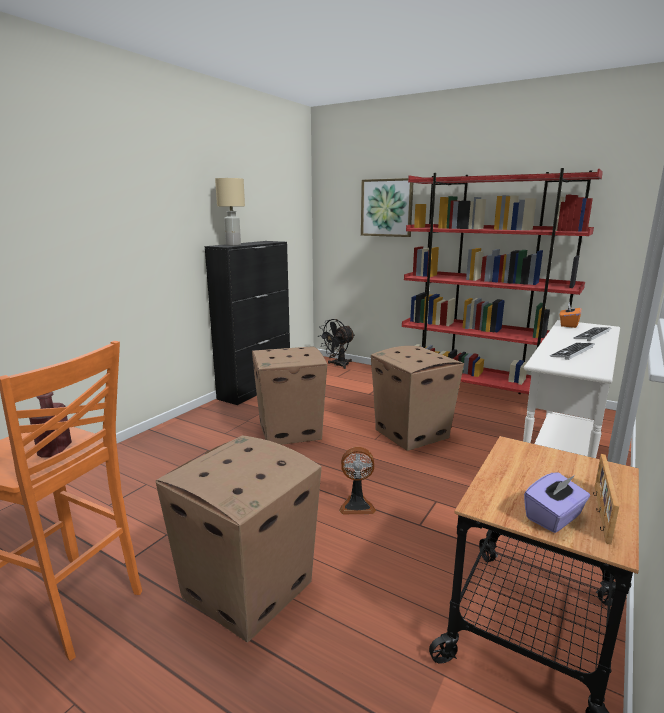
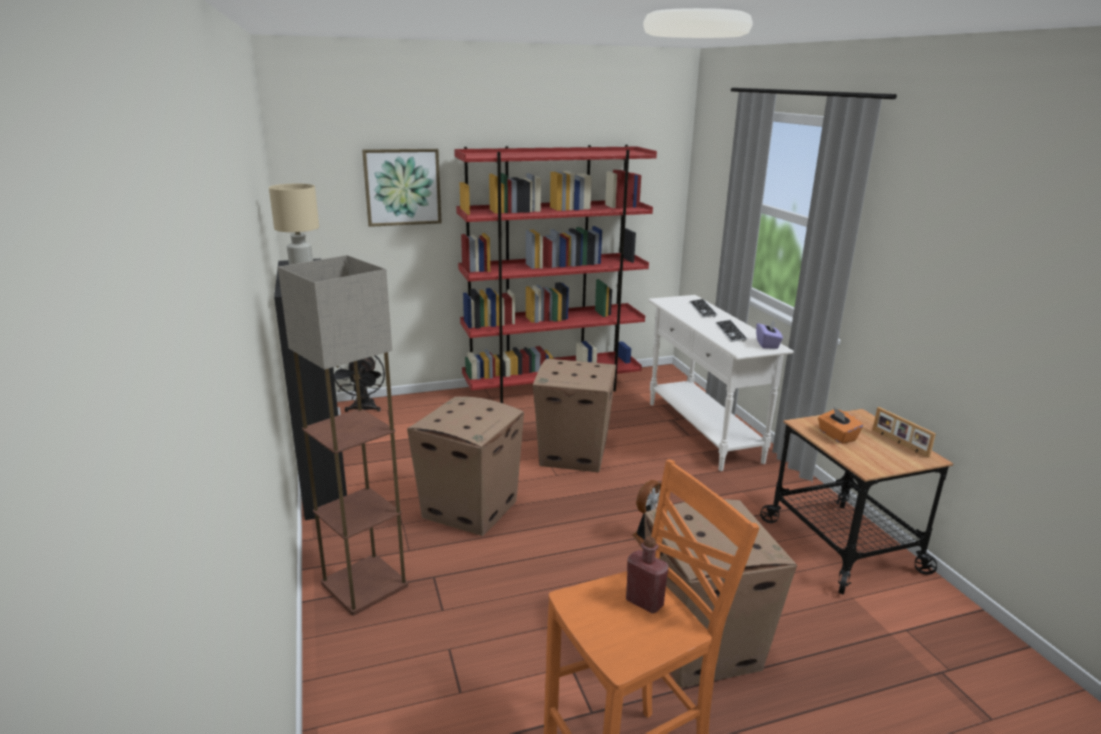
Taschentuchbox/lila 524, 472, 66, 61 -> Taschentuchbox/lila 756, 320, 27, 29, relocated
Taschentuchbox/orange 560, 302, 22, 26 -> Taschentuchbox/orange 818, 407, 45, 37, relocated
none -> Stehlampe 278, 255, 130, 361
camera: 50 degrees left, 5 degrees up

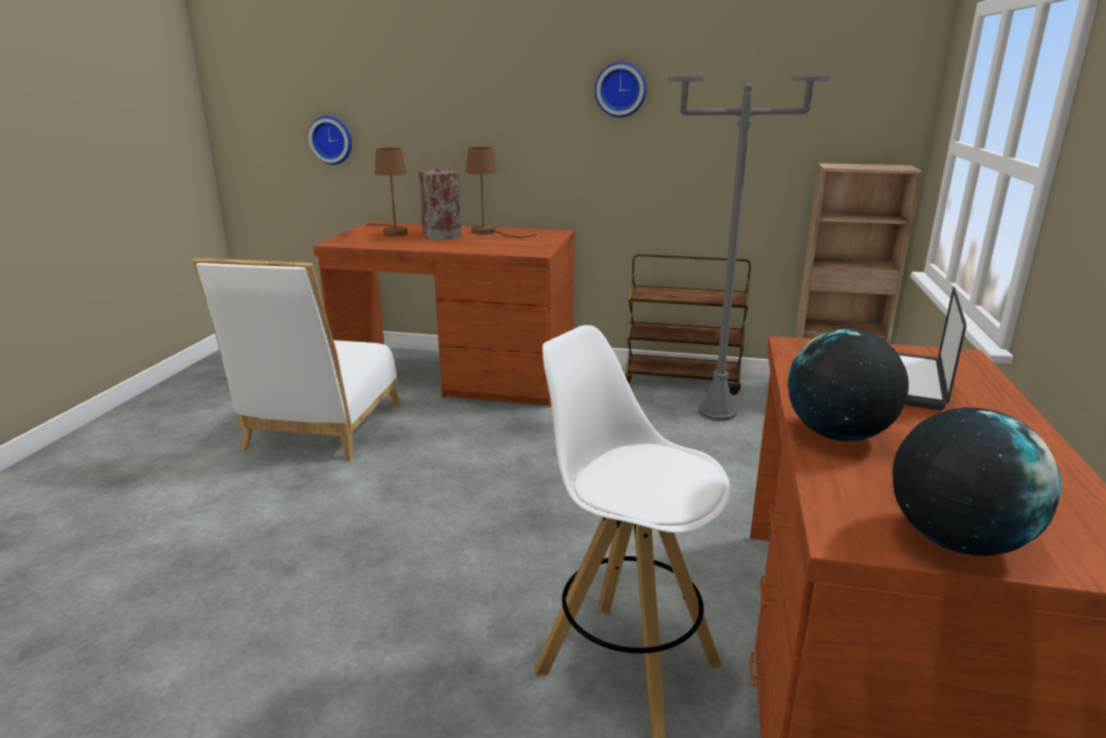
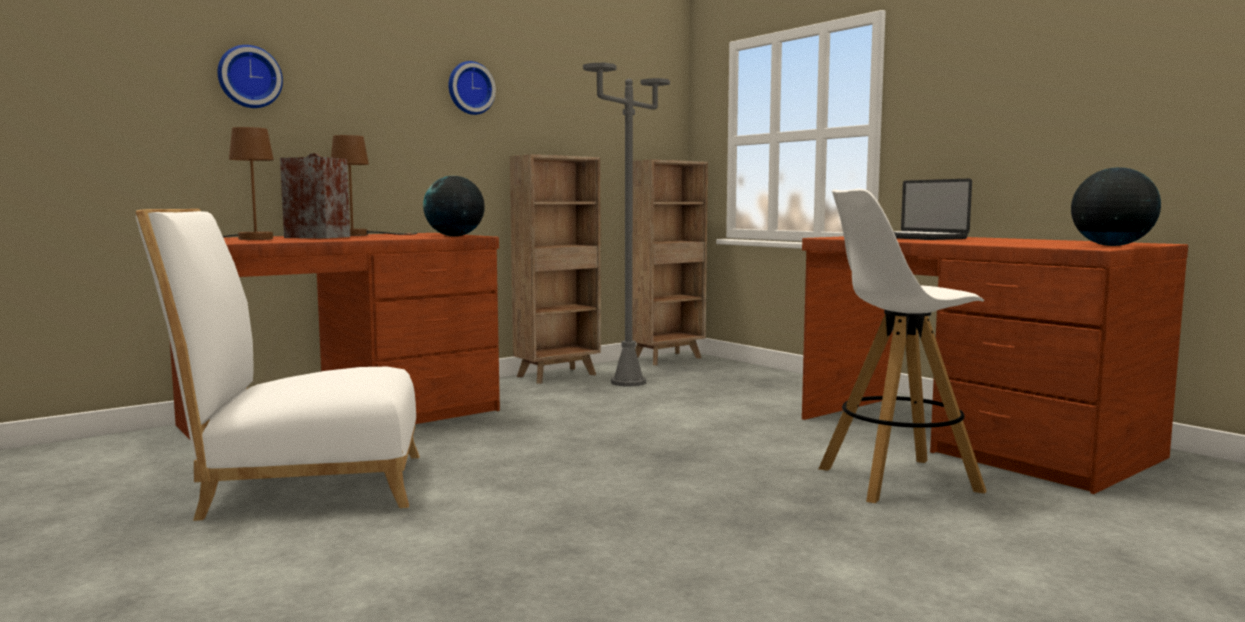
Stuhl/weiß 192, 258, 210, 203 -> Stuhl/weiß 136, 209, 284, 312, 120 degrees clockwise
Wanduhr 309, 116, 43, 49 -> Wanduhr 217, 45, 66, 63, relocated
Rollwagen/braun 625, 254, 126, 141 -> Bücherregal/braun 510, 154, 91, 230
Globus 788, 329, 121, 112 -> Globus 423, 176, 62, 60, relocated
camera: 50 degrees left, 15 degrees down

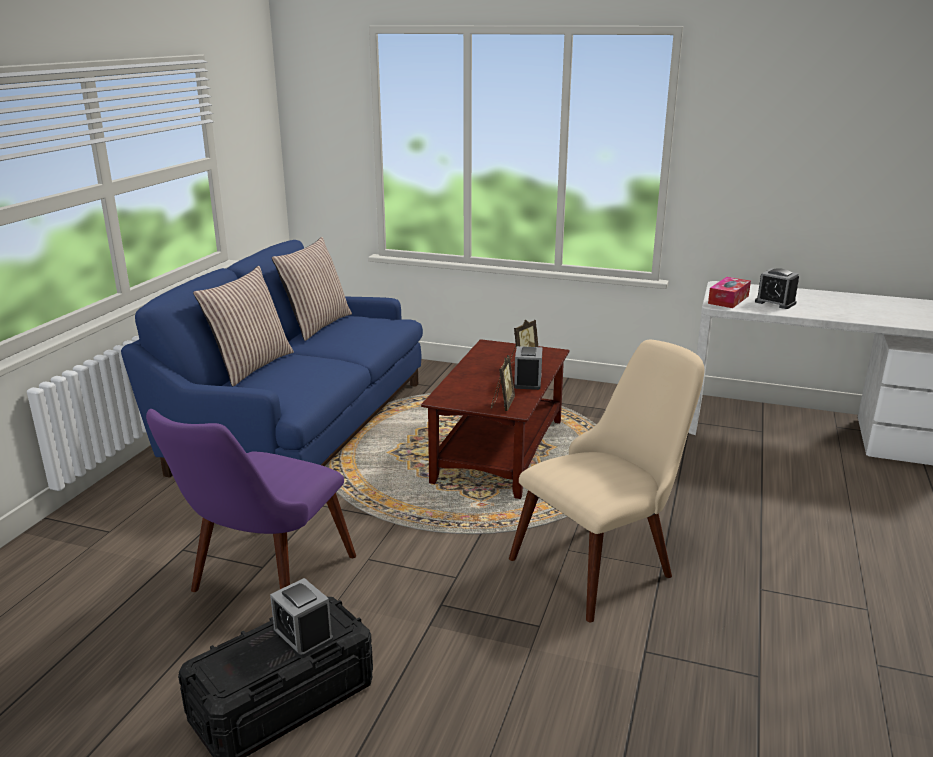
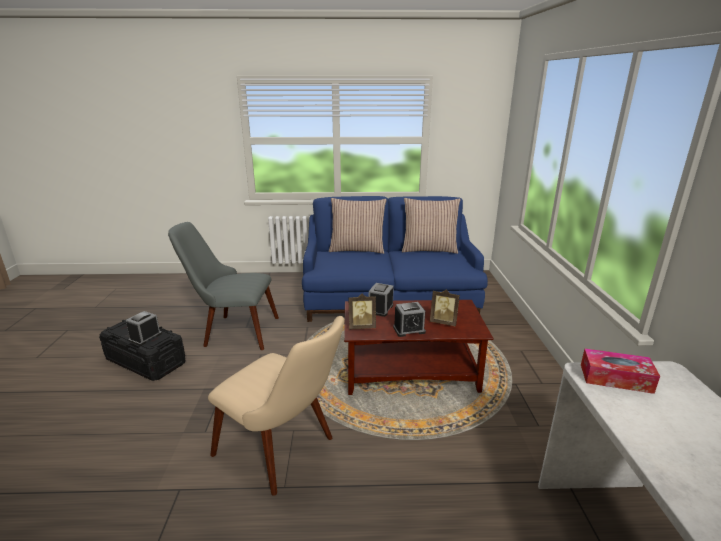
Stuhl/lila 146, 409, 210, 183 -> Stuhl/grau 168, 222, 111, 128
Wecker 755, 268, 44, 41 -> Wecker 369, 283, 25, 34, relocated
camera: 70 degrees right, 0 degrees up

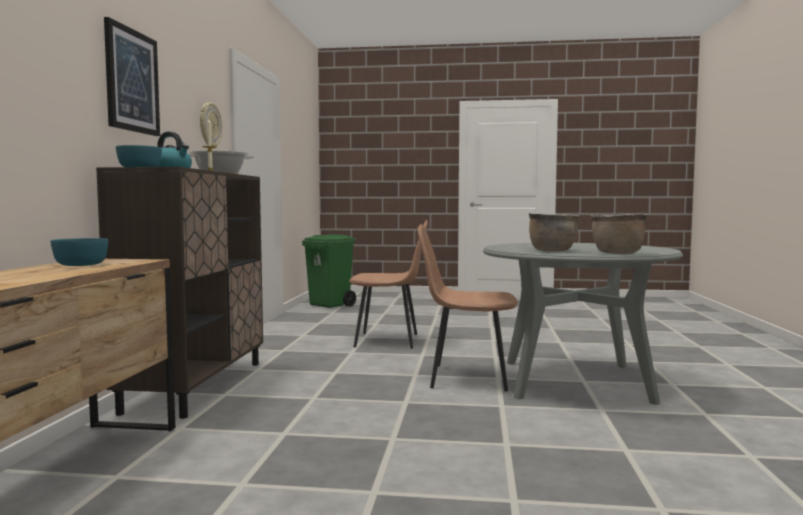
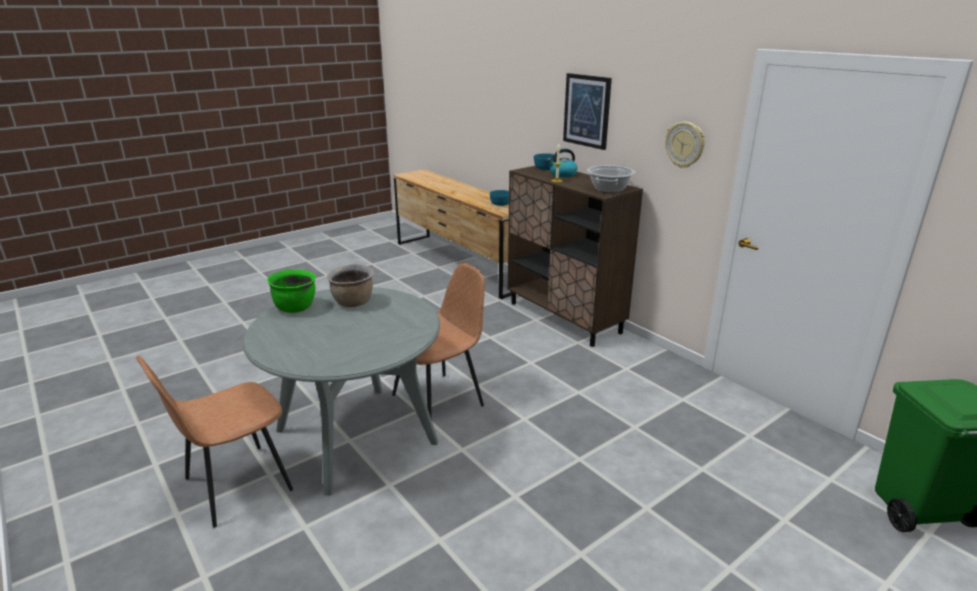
Stuhl/braun 349, 220, 79, 129 -> Stuhl/braun 136, 355, 157, 173, relocated
Kochtopf/braun 590, 214, 57, 40 -> Kochtopf/grün 267, 270, 49, 43
camera: 135 degrees right, 20 degrees up

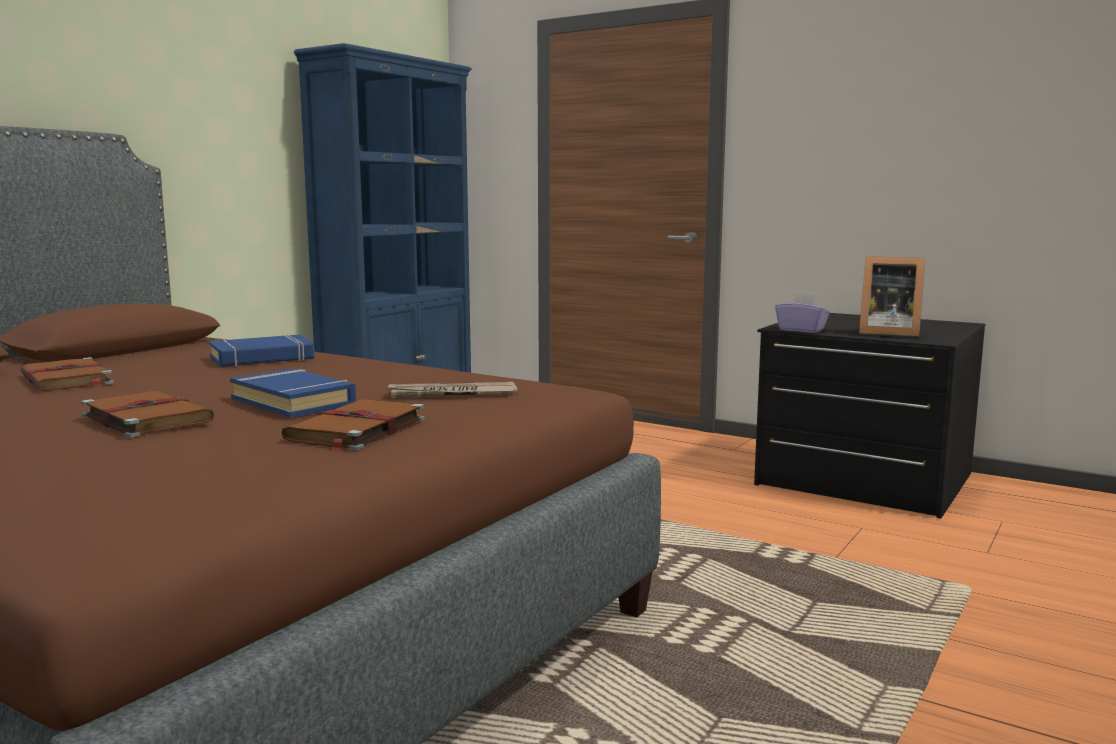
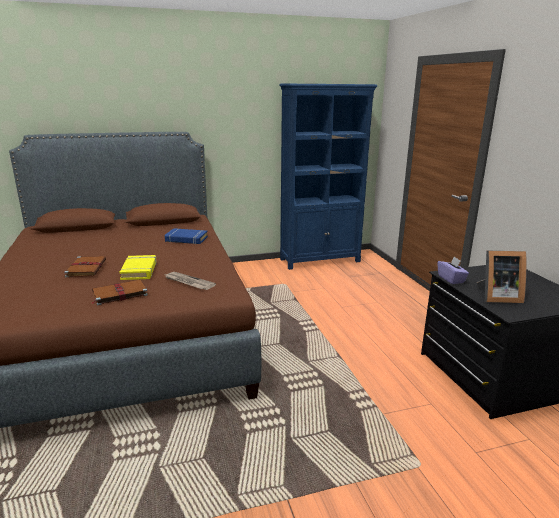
Buch/braun 21, 357, 93, 34 -> none
Buch/blau 230, 369, 126, 49 -> Buch/gelb 119, 255, 38, 25
Bilderrahmen 859, 256, 66, 82 -> Bilderrahmen 477, 250, 49, 53, 60 degrees counterclockwise
camera: 40 degrees right, 10 degrees up

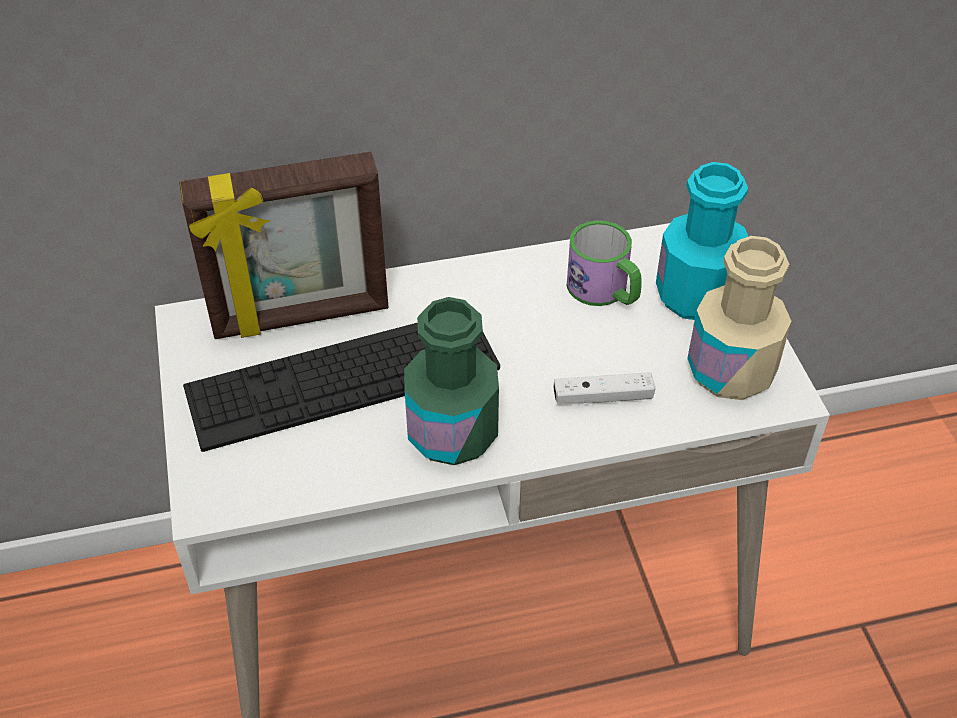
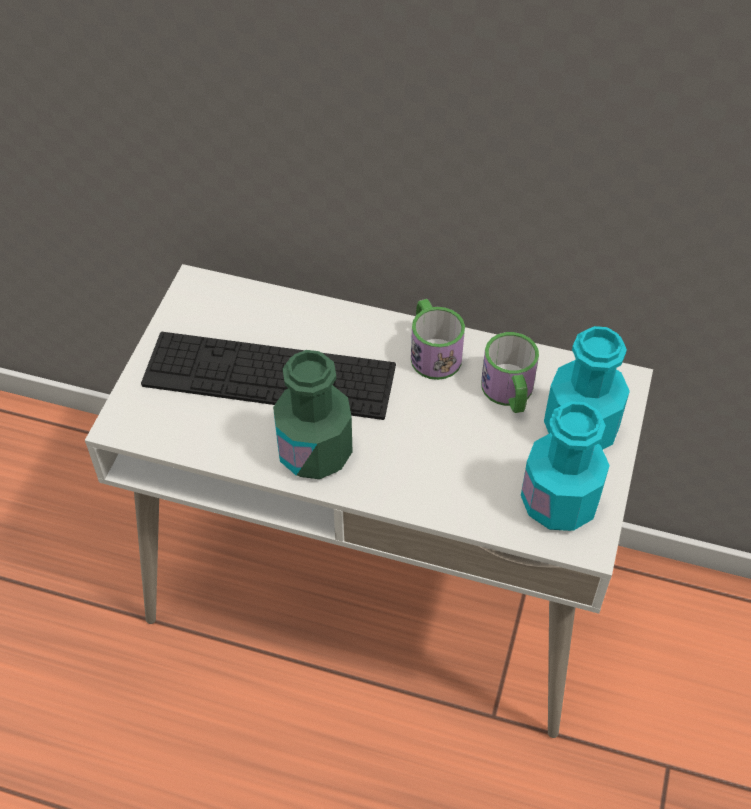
Bilderrahmen 180, 152, 208, 187 -> none
Gamepad/weiß 553, 372, 102, 32 -> none
Flasche/beige 687, 236, 104, 164 -> Flasche/türkis 521, 401, 89, 130
none -> Henkelbecher 411, 299, 54, 81
camera: 30 degrees right, 5 degrees up

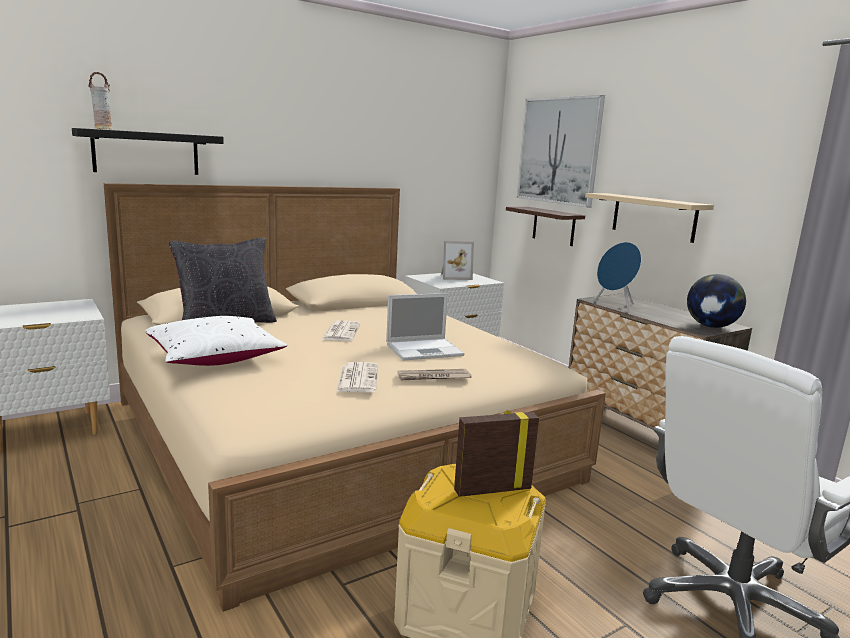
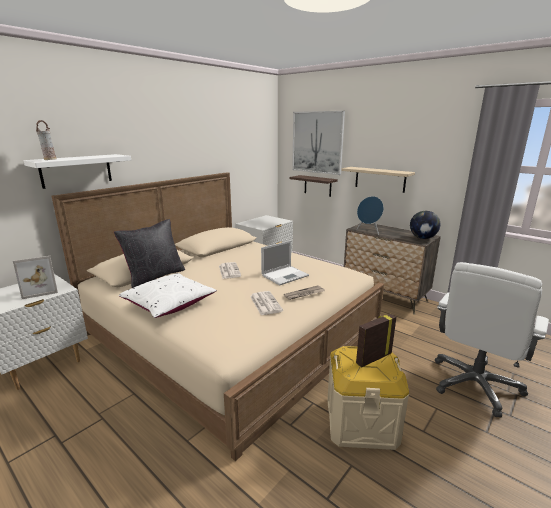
Wandregal/schwarz 72, 128, 152, 47 -> Wandregal/weiß 24, 154, 107, 35
Bilderrahmen 441, 241, 33, 39 -> Bilderrahmen 13, 256, 45, 43, relocated
camera: 15 degrees left, 5 degrees up

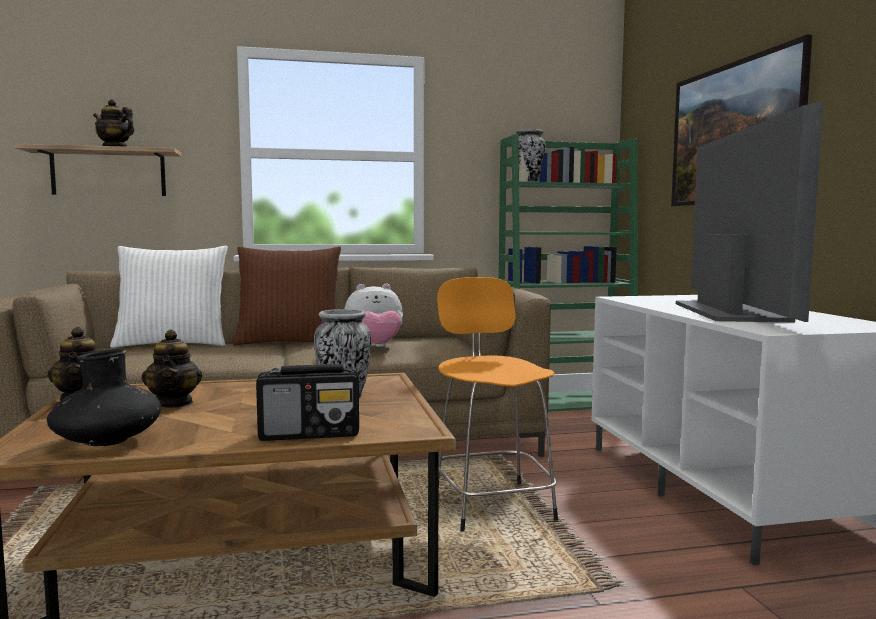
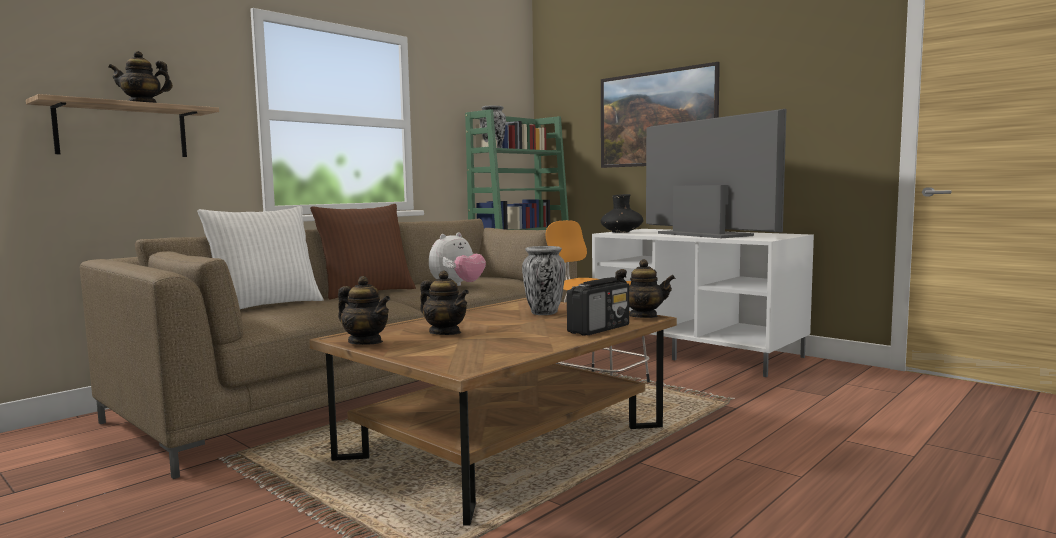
Vase/schwarz 46, 349, 115, 98 -> Vase/schwarz 601, 194, 42, 39, relocated
none -> Teekanne 615, 259, 60, 59
camera: 35 degrees left, 0 degrees up

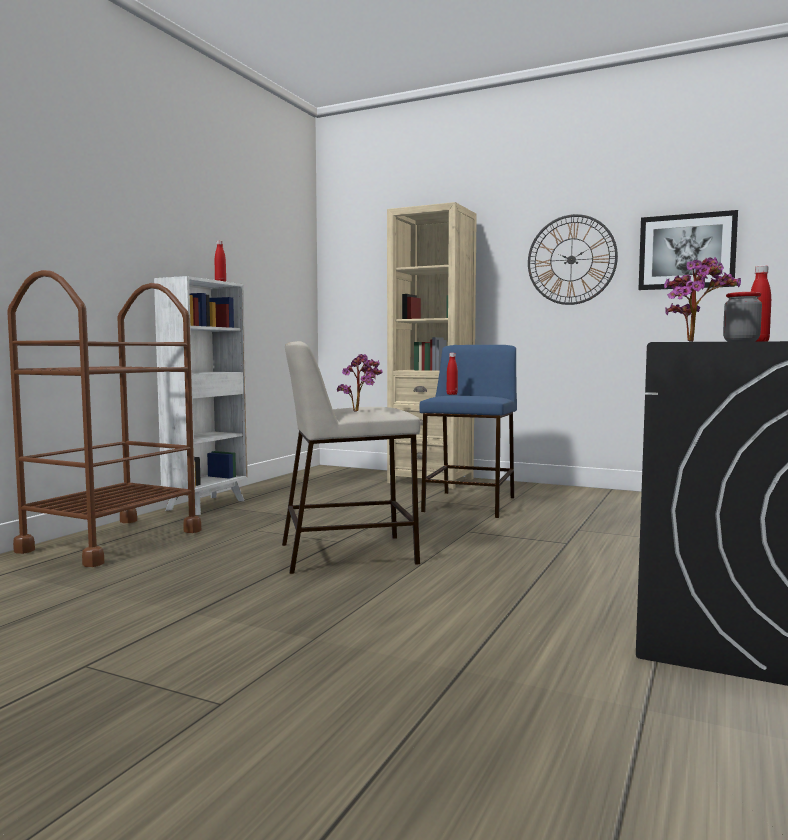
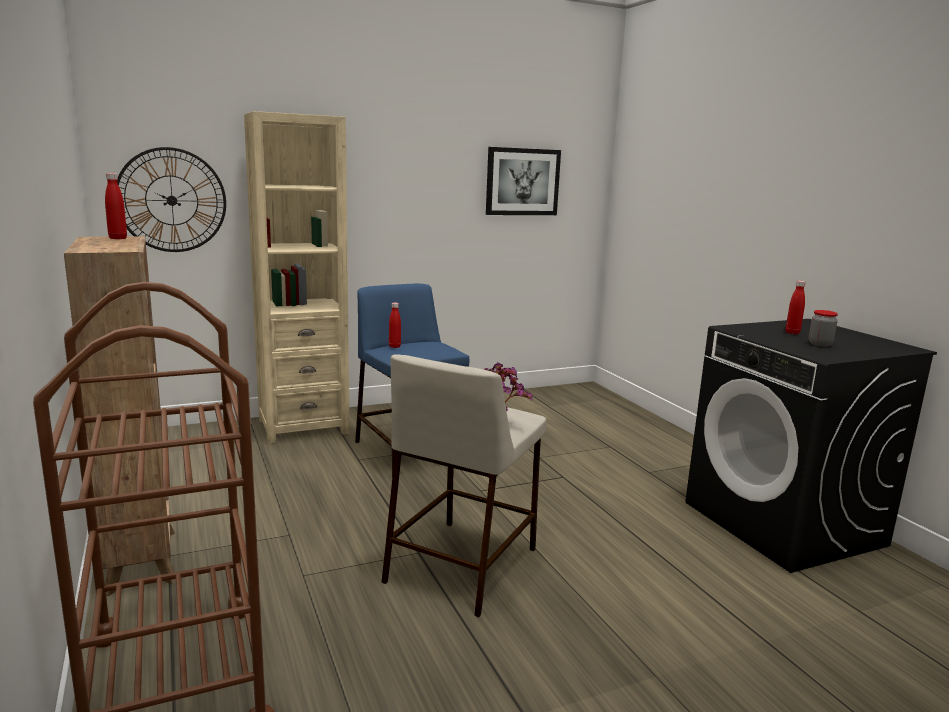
Bücherregal/weiß 154, 276, 94, 239 -> Bücherregal/braun 64, 236, 112, 360
Wanduhr 528, 214, 90, 91 -> Wanduhr 117, 147, 109, 105, relocated
Topfpflanze 664, 257, 77, 85 -> none
camera: 50 degrees left, 10 degrees up

